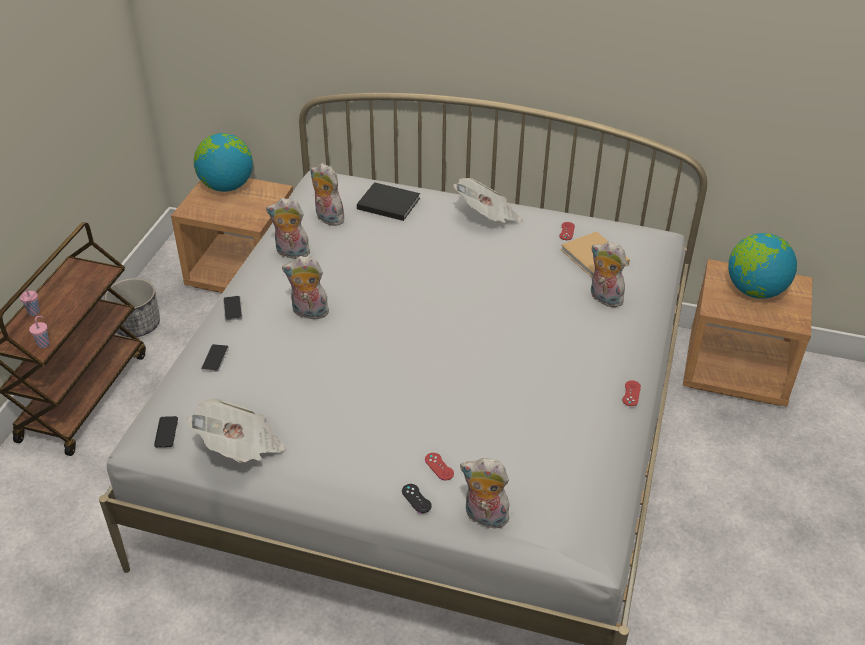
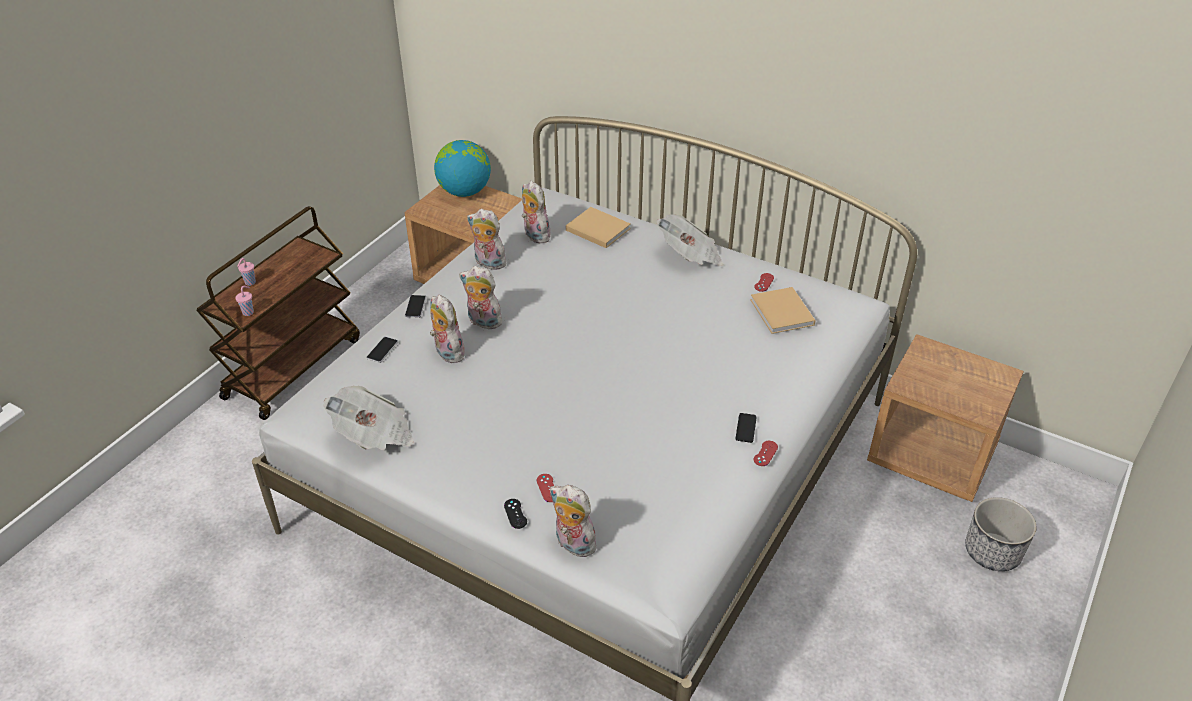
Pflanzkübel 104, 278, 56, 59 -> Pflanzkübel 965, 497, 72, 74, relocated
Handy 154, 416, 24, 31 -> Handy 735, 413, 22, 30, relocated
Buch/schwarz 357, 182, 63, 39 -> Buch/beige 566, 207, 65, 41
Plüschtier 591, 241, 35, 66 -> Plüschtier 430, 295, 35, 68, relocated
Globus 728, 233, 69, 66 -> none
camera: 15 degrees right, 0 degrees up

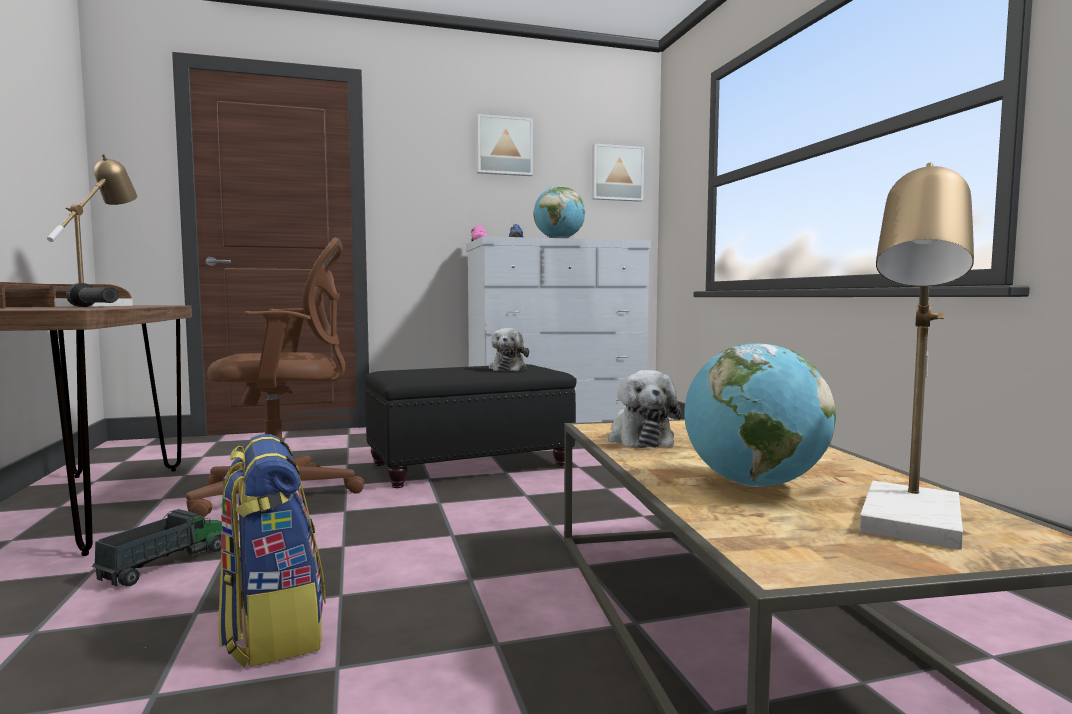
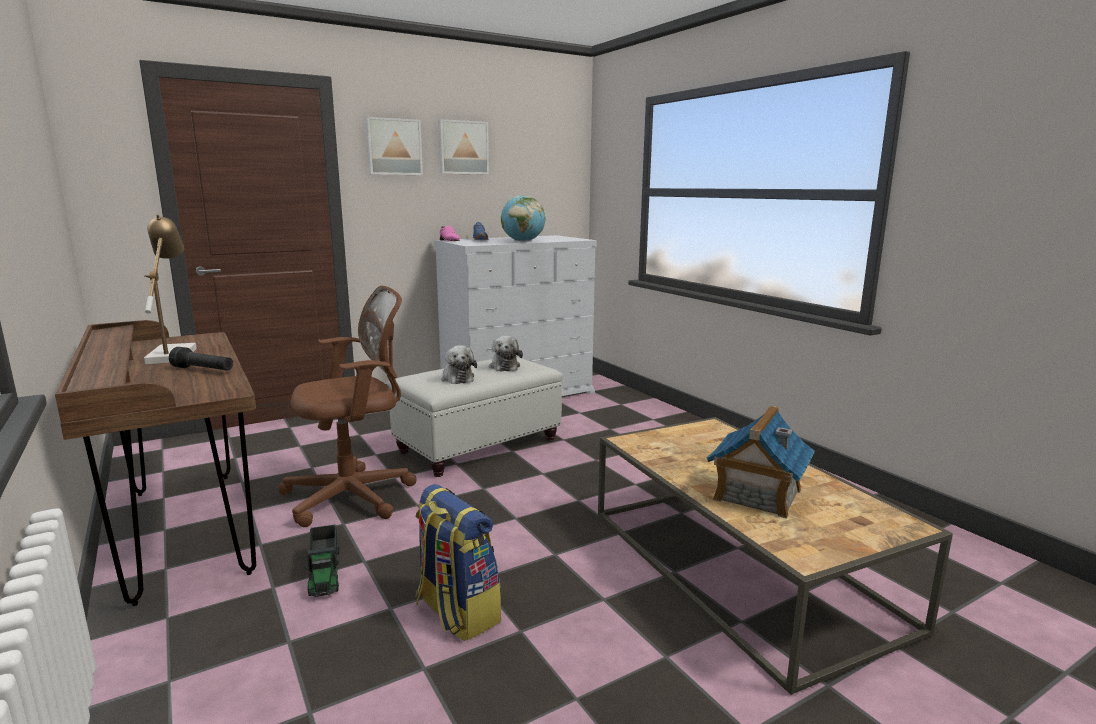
Spielzeuglaster 91, 509, 131, 78 -> Spielzeuglaster 304, 525, 36, 72, 150 degrees clockwise
Polsterhocker/schwarz 364, 364, 213, 124 -> Polsterhocker/weiß 387, 357, 176, 120
Bild 592, 144, 52, 58 -> Bild 365, 117, 58, 58, relocated
Plüschtier 608, 370, 73, 78 -> Plüschtier 441, 345, 36, 39, relocated
Globus 684, 343, 152, 144 -> Spielzeughaus 707, 405, 108, 114
Tischlampe 859, 163, 115, 387 -> none
camera: 15 degrees left, 10 degrees up

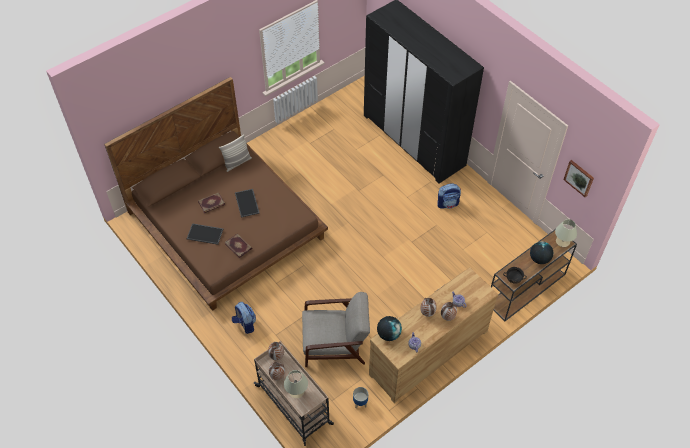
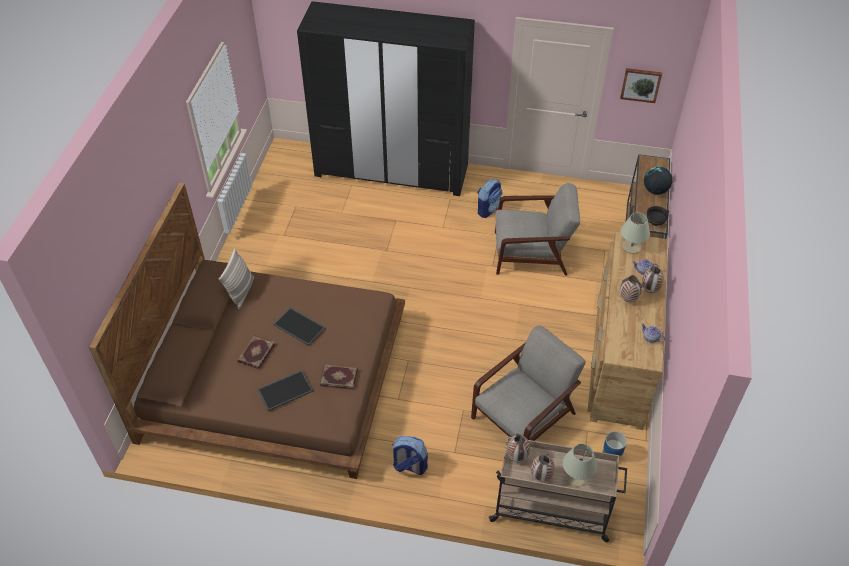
Globus 377, 316, 25, 25 -> none
Tischlampe/beige 555, 219, 22, 28 -> Tischlampe/beige 620, 213, 30, 41, relocated
none -> Sessel/grau 495, 183, 85, 93
camera: 40 degrees left, 5 degrees down

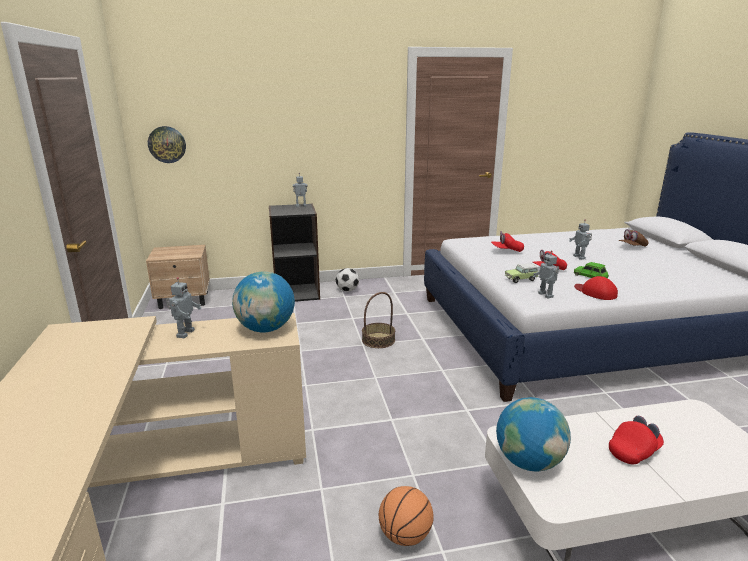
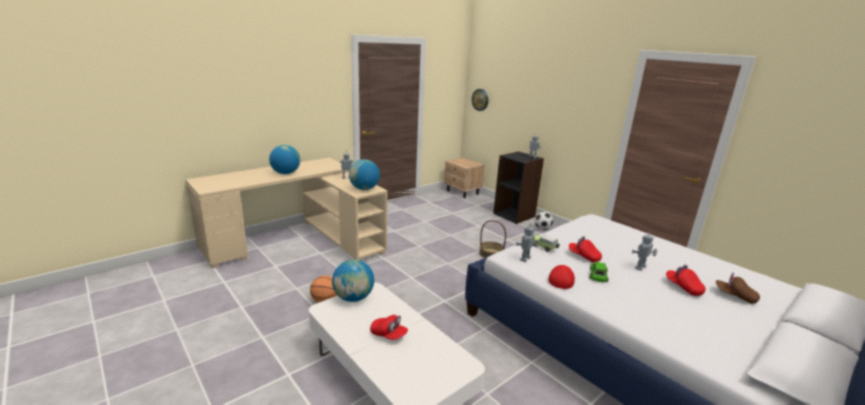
Kappe/rot 491, 231, 33, 21 -> Kappe/rot 666, 265, 40, 31, relocated
none -> Globus 269, 145, 31, 29
camera: 60 degrees right, 0 degrees up

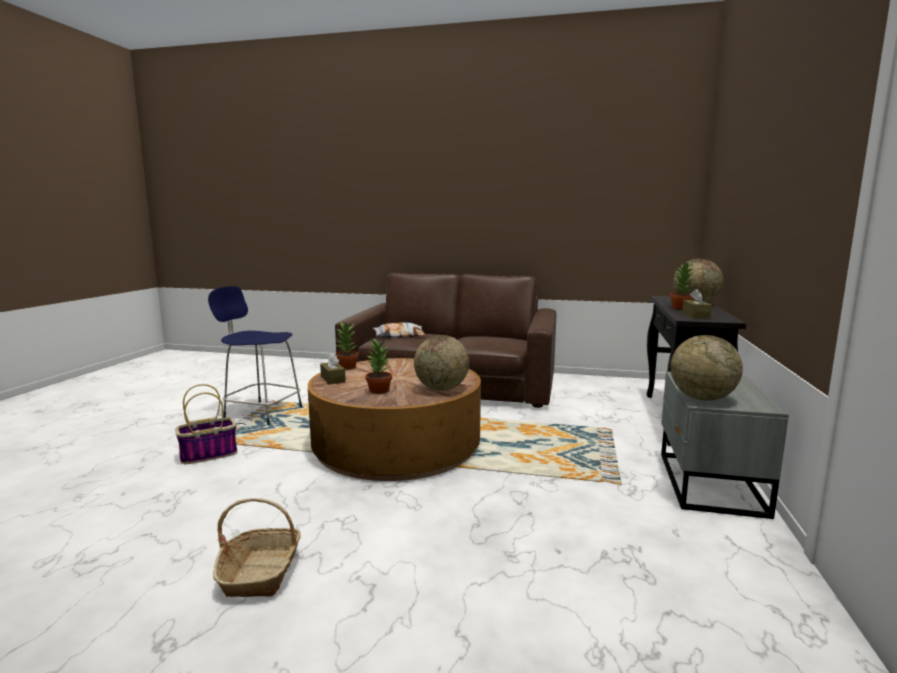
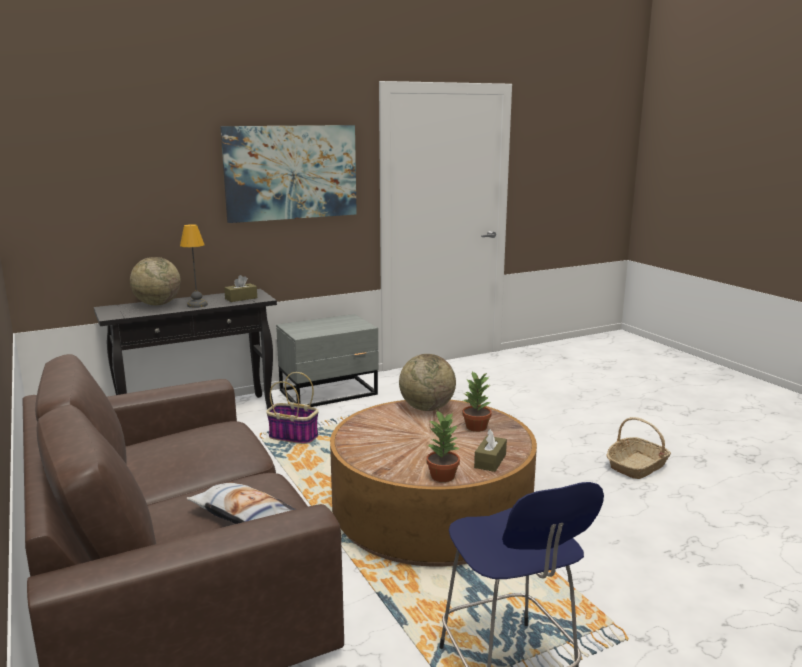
Korb 175, 384, 62, 80 -> Korb 266, 372, 52, 72, relocated
Topfpflanze 670, 262, 25, 47 -> Tischlampe 180, 224, 28, 84
Globus 670, 335, 73, 66 -> none
none -> Bild 220, 125, 137, 98
camera: 130 degrees left, 5 degrees up

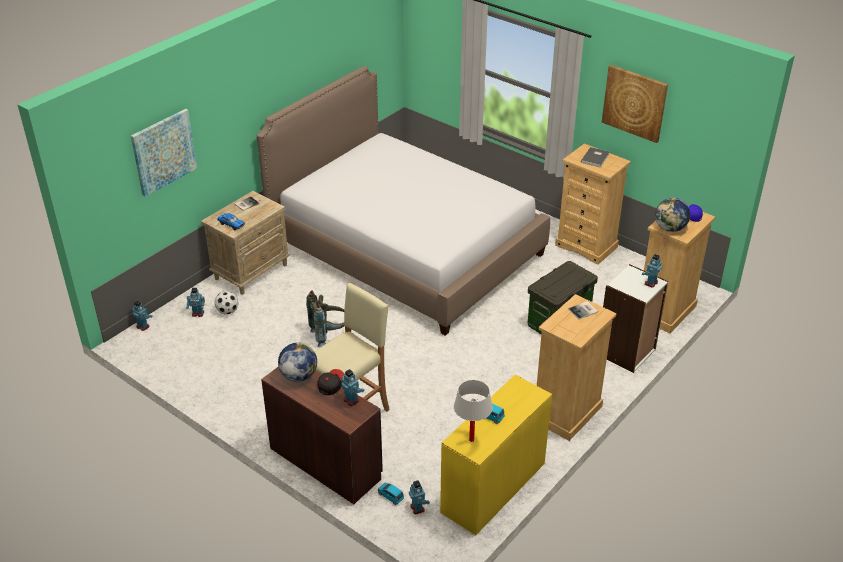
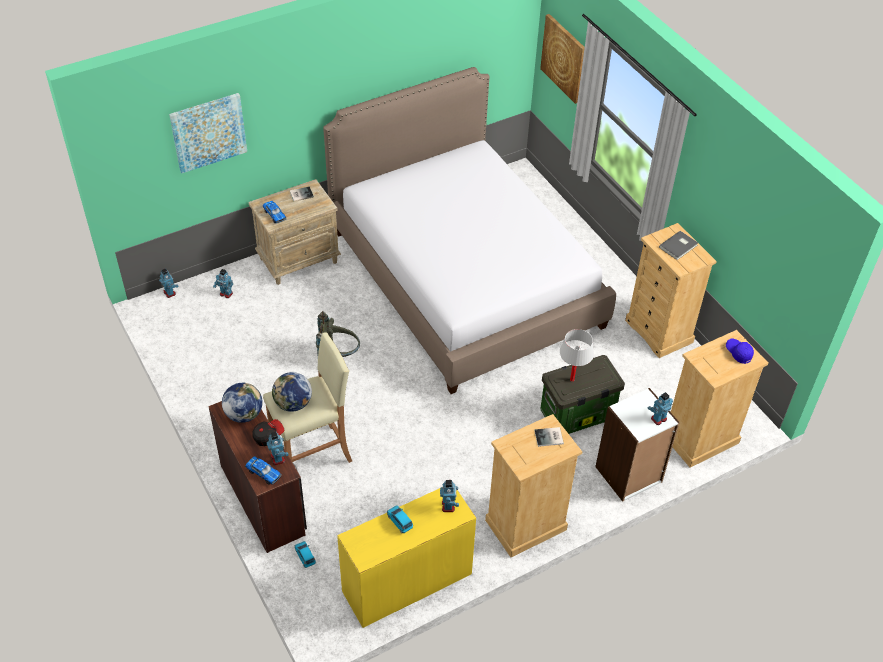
Fußball 214, 291, 24, 24 -> none
Spielzeugroboter 409, 480, 21, 34 -> Spielzeugroboter 440, 480, 19, 32, relocated
Tischlampe/weiß 454, 380, 39, 62 -> Tischlampe/weiß 559, 329, 35, 53, relocated
Bild 602, 65, 66, 78 -> Bild 540, 14, 45, 90, relocated
Globus 655, 198, 35, 34 -> Globus 272, 372, 40, 40, relocated
none -> Spielzeugauto 245, 456, 37, 29
camera: 20 degrees right, 10 degrees up

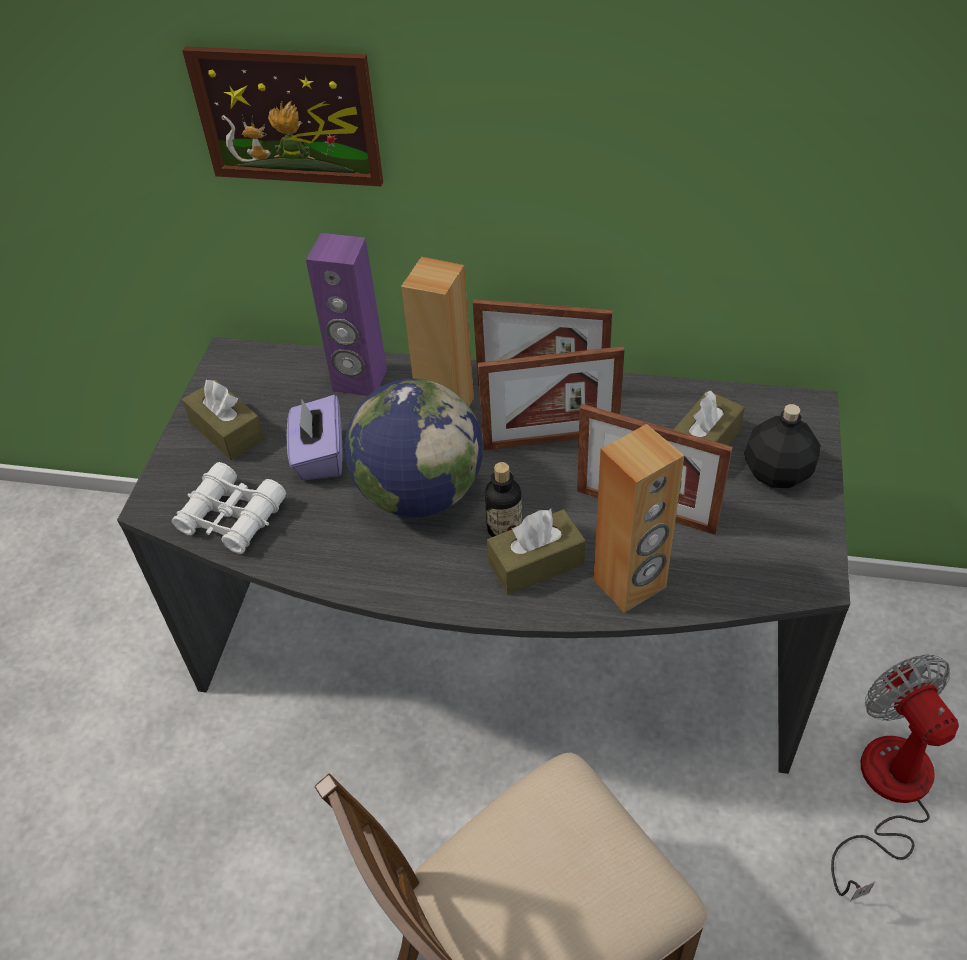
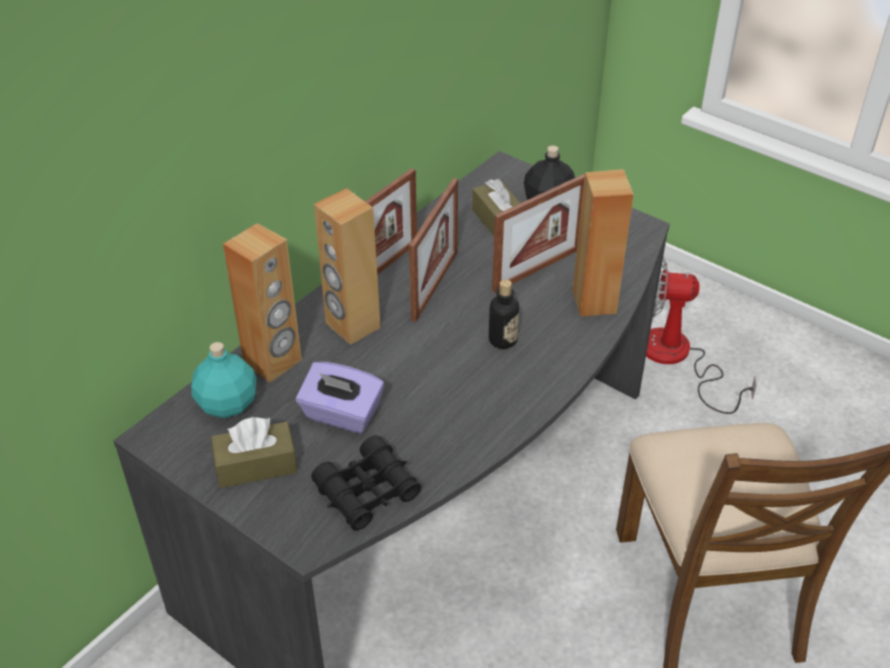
Fernglas/weiß 172, 462, 114, 92 -> Fernglas/schwarz 311, 435, 110, 96
Bild 182, 46, 201, 141 -> none
Lautsprecher/lila 306, 233, 81, 163 -> Lautsprecher/braun 223, 223, 79, 160
Globus 344, 379, 139, 138 -> none
Taschentuchbox/braun 487, 509, 99, 86 -> none
none -> Flasche/türkis 191, 342, 66, 76
camera: 65 degrees left, 5 degrees down

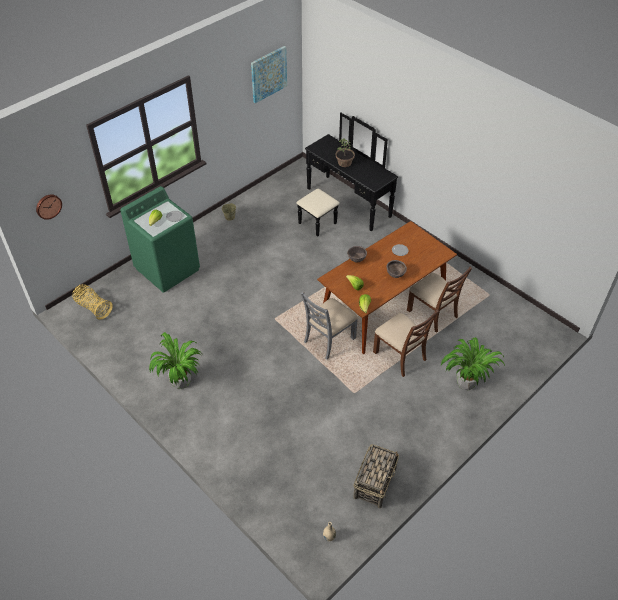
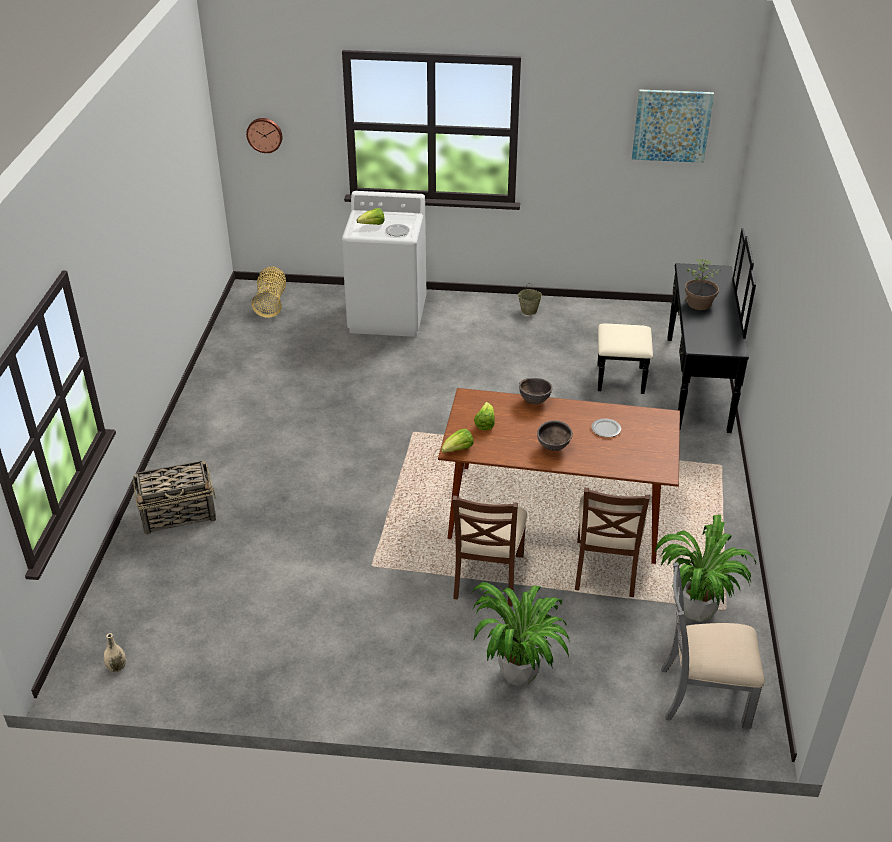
Waschmaschine/grün 120, 186, 80, 107 -> Waschmaschine/weiß 341, 191, 85, 146
Topfpflanze 149, 332, 53, 57 -> Topfpflanze 655, 515, 101, 107, relocated
Stuhl/grau 301, 292, 57, 68 -> Stuhl/grau 661, 562, 104, 167, relocated
Korb 353, 444, 46, 64 -> Korb 133, 460, 83, 75, relocated
camera: 50 degrees right, 10 degrees down

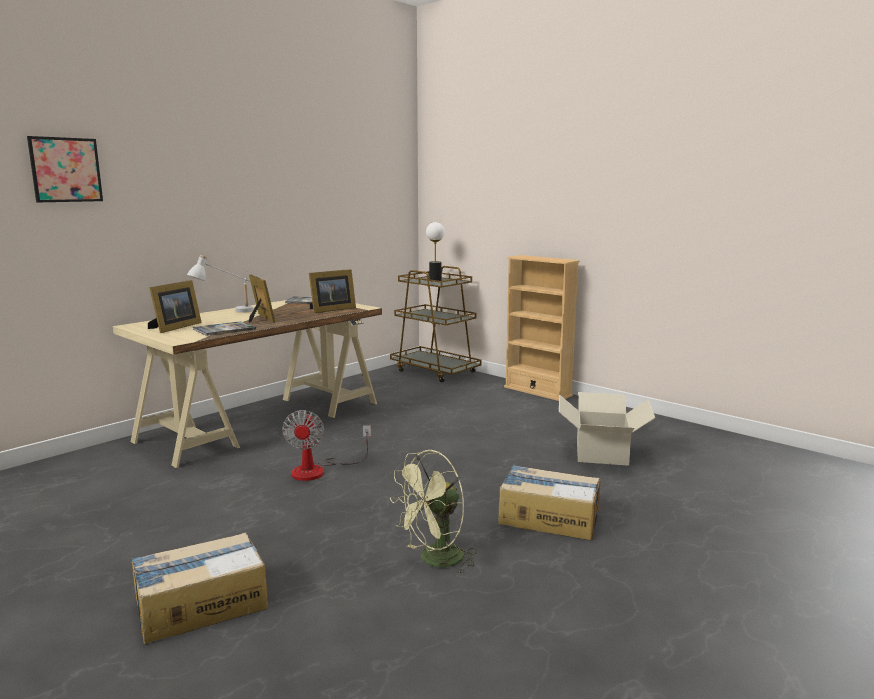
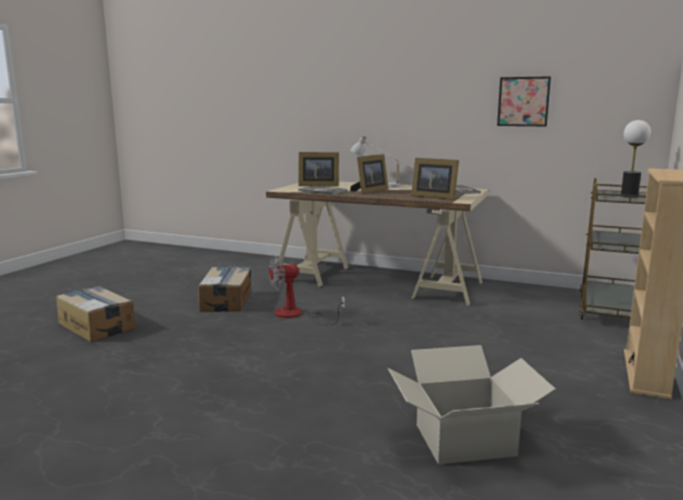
Bild 27, 136, 76, 66 -> Bild 497, 76, 54, 50, relocated
Ventilator/grün 390, 450, 87, 123 -> none
Karton 498, 464, 102, 76 -> Karton 198, 266, 53, 46, relocated
camera: 70 degrees right, 0 degrees up

